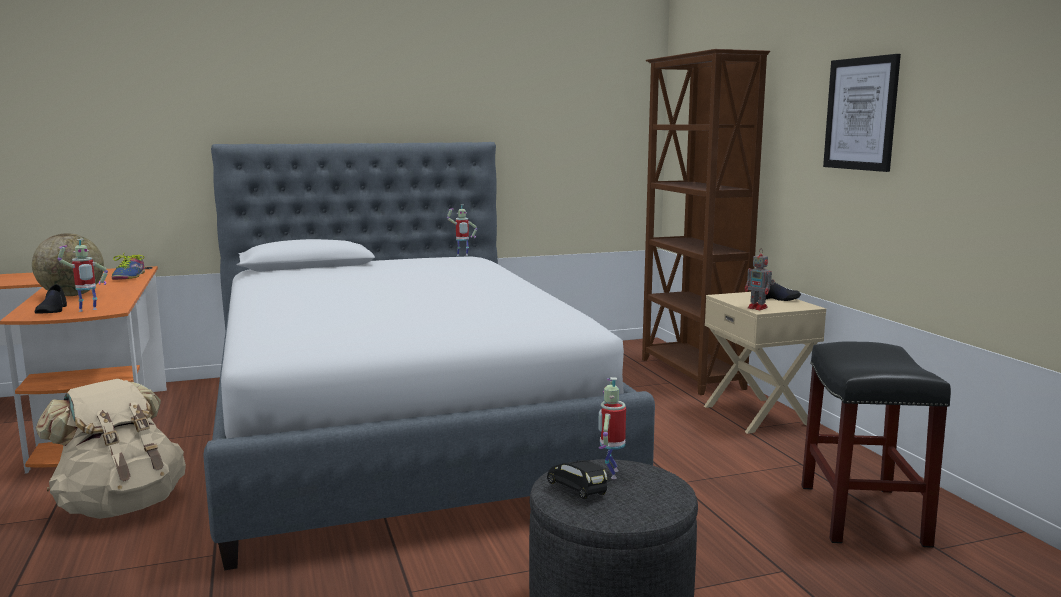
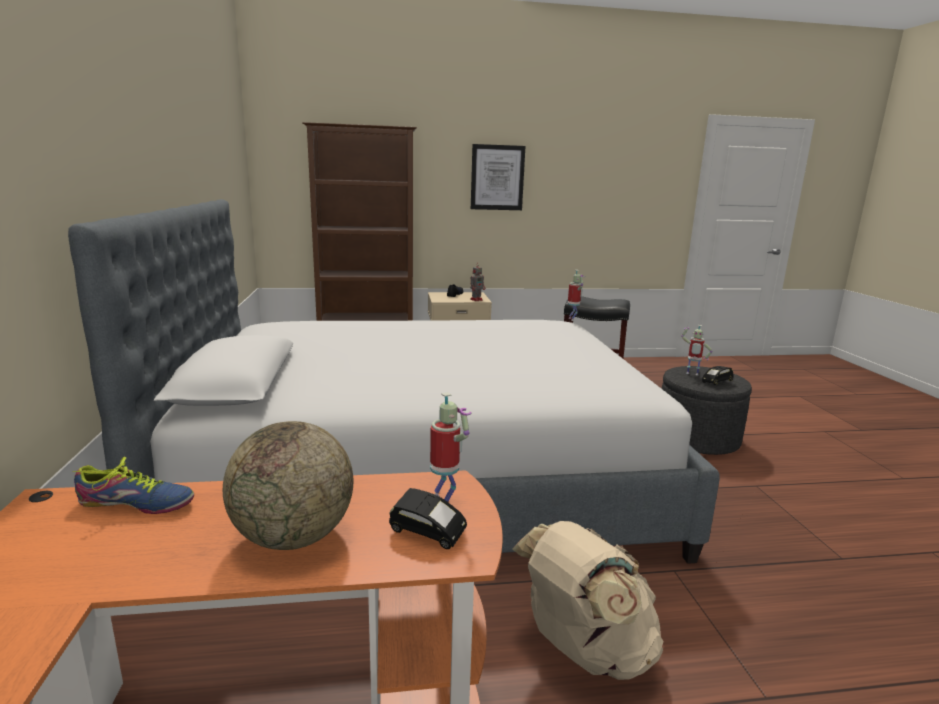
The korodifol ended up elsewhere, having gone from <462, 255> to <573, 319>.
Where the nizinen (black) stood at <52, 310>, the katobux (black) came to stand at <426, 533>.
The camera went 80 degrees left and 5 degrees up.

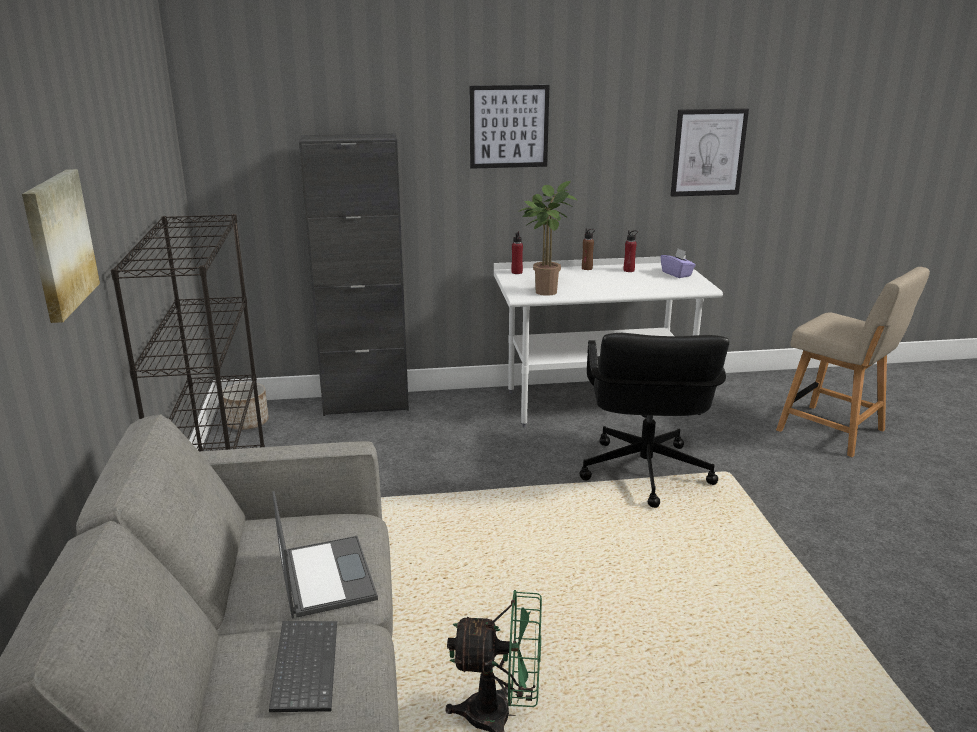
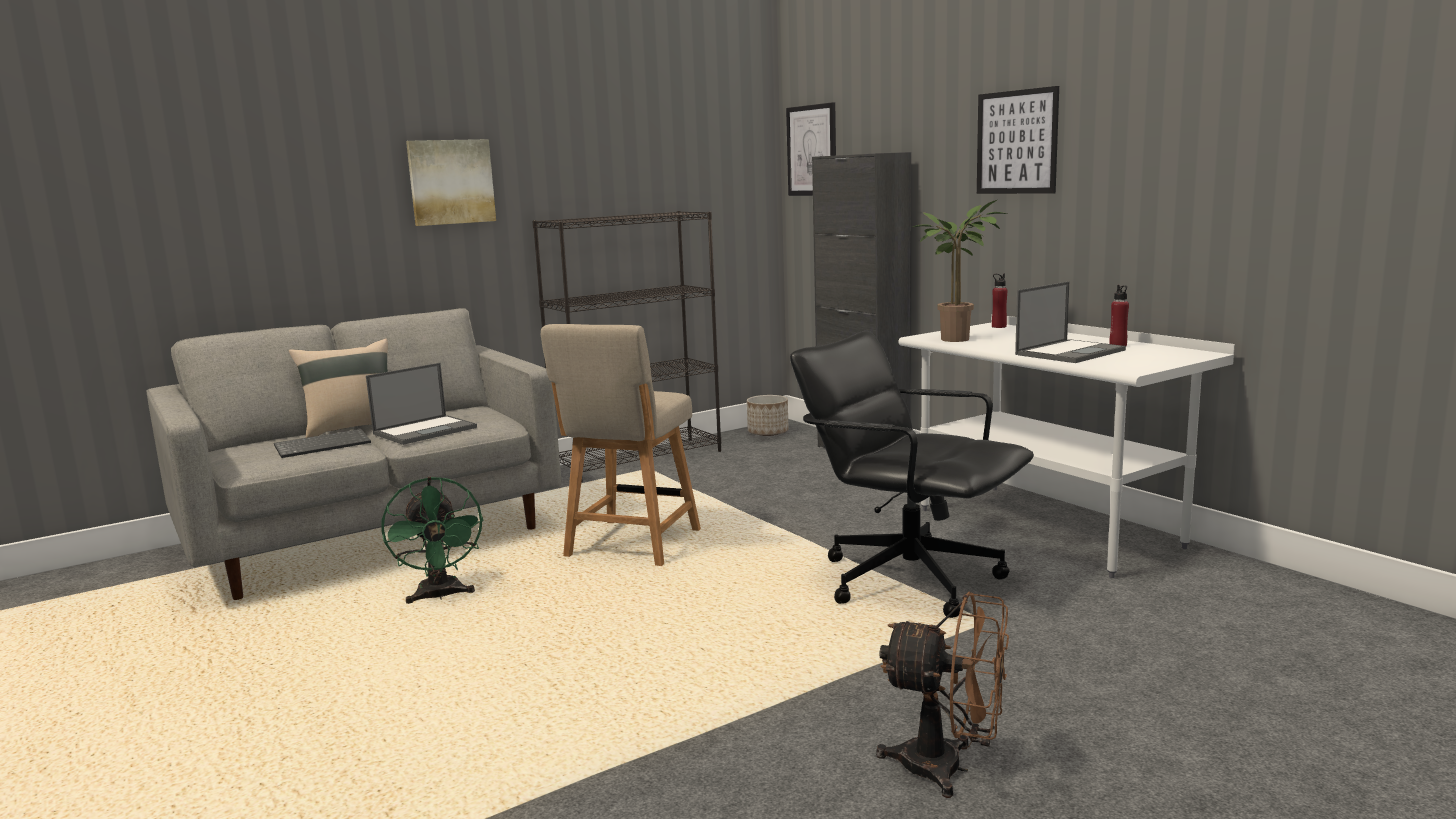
The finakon ended up elsewhere, having gone from <708, 152> to <812, 150>.
The second view lost the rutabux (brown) at <587, 268>.
The second view lost the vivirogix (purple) at <677, 274>.
The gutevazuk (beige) ended up elsewhere, having gone from <836, 432> to <630, 546>.
The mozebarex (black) at <644, 472> ended up facing another way, 60 degrees clockwise from before.
The second view gained the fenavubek at <1070, 352>.
The second view gained the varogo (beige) at <352, 428>.
The second view gained the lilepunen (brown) at <948, 768>.
The camera went 65 degrees right and 10 degrees down.

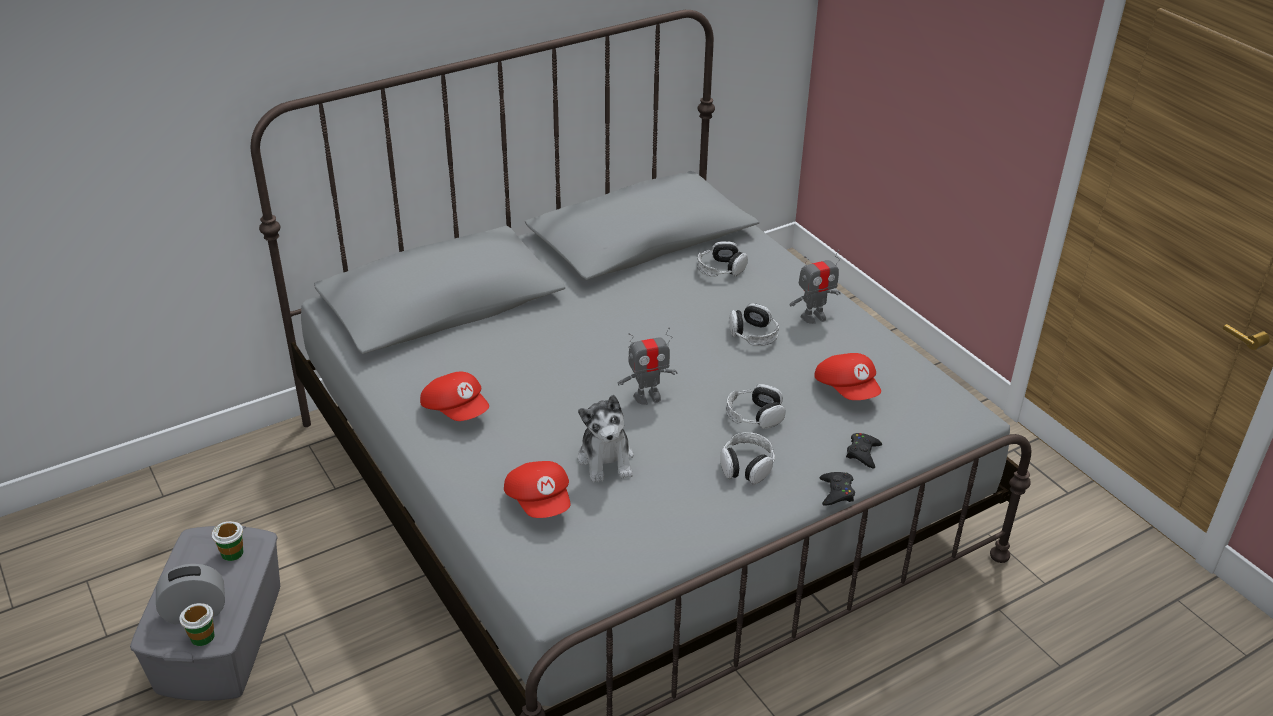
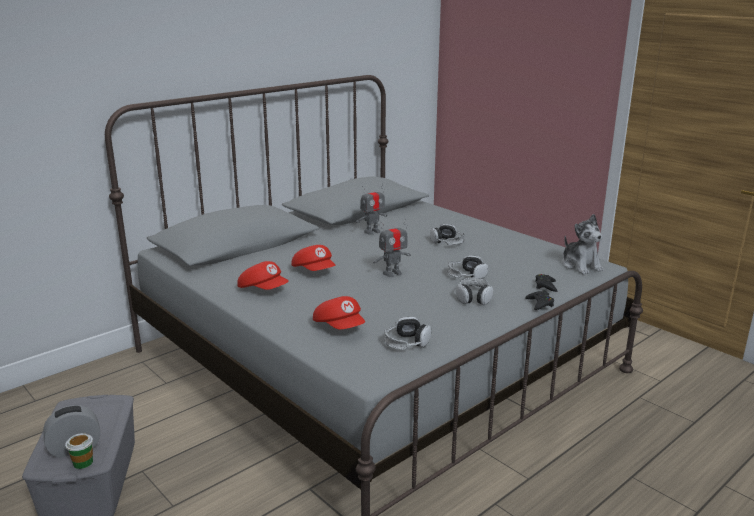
The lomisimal ended up elsewhere, having gone from <720, 269> to <406, 343>.
The korodifol ended up elsewhere, having gone from <813, 317> to <372, 231>.
The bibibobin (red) ended up elsewhere, having gone from <847, 389> to <314, 271>.
The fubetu ended up elsewhere, having gone from <606, 459> to <580, 265>.
The second view lost the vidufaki at <232, 553>.
The camera went 10 degrees left and 15 degrees down.

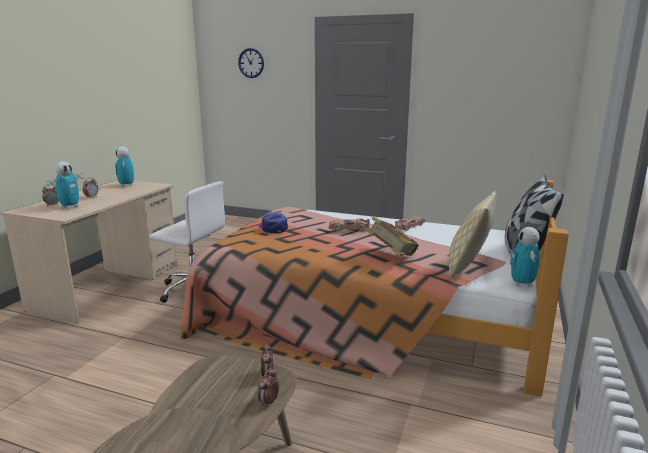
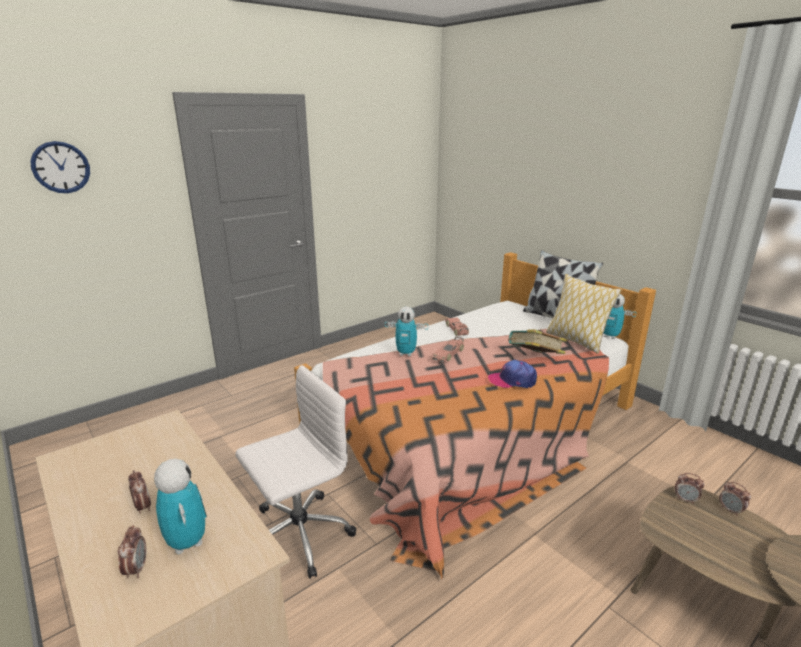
The korodifol ended up elsewhere, having gone from <126, 185> to <406, 353>.
The bibibobin ended up elsewhere, having gone from <273, 228> to <512, 380>.
The camera went 60 degrees left and 5 degrees up.

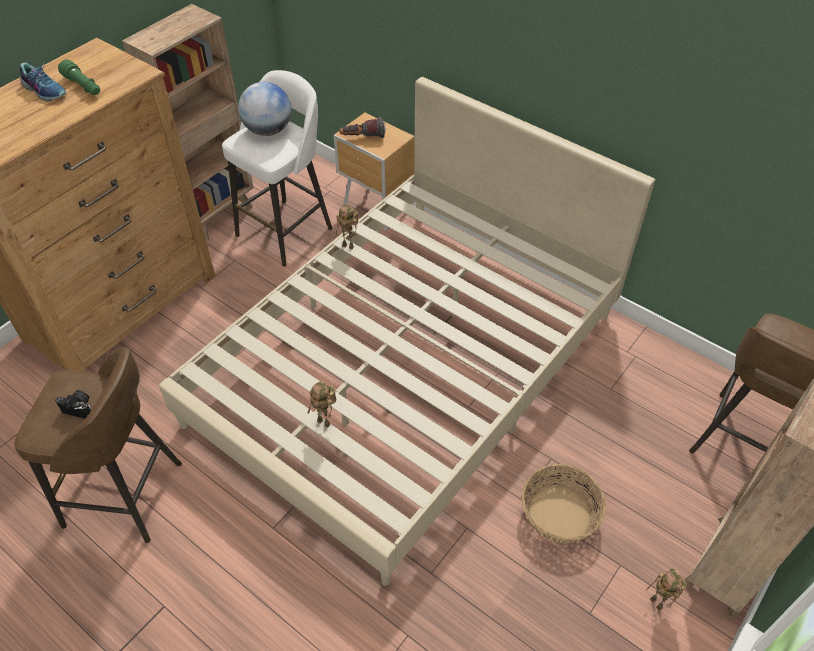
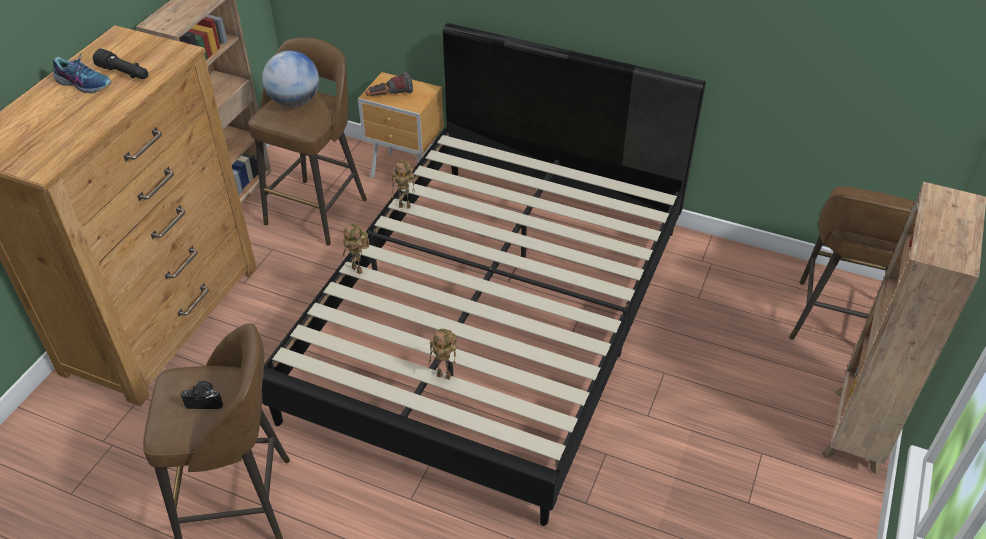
What was the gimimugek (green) at <83, 86> turned into the gimimugek (black) at <124, 73>.
What was the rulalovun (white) at <287, 230> turned into the rulalovun (brown) at <318, 210>.
What was the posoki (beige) at <408, 368> turned into the posoki (black) at <494, 318>.
The second view lost the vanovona at <558, 514>.
The korodifol ended up elsewhere, having gone from <658, 603> to <359, 269>.
The camera went 15 degrees left and 5 degrees down.

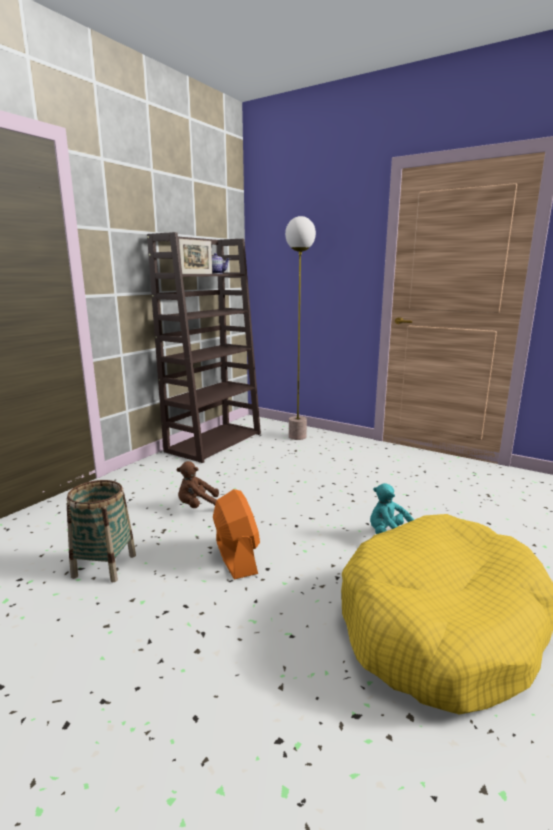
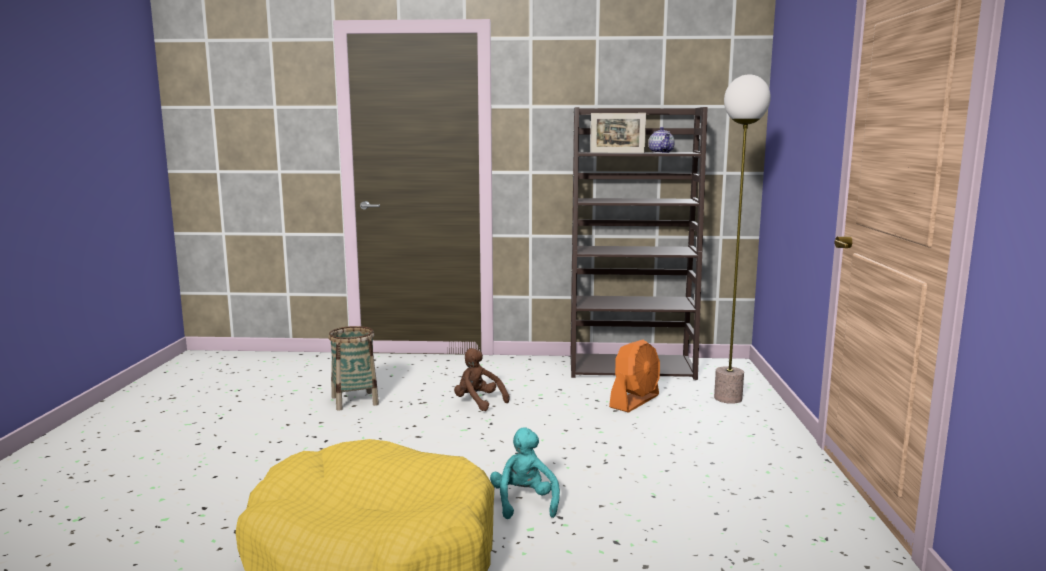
The lilepunen (orange) ended up elsewhere, having gone from <236, 557> to <635, 401>.
The camera went 60 degrees right and 5 degrees down.

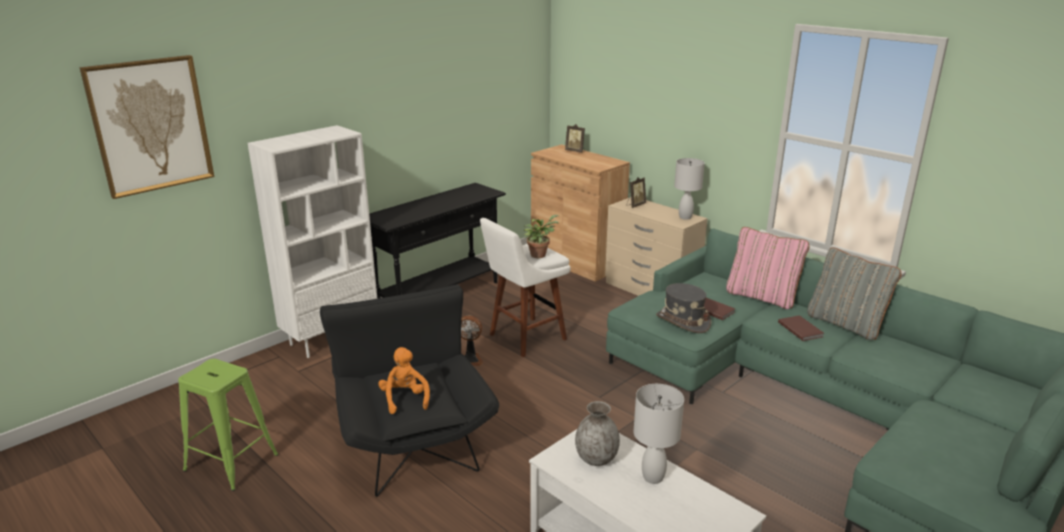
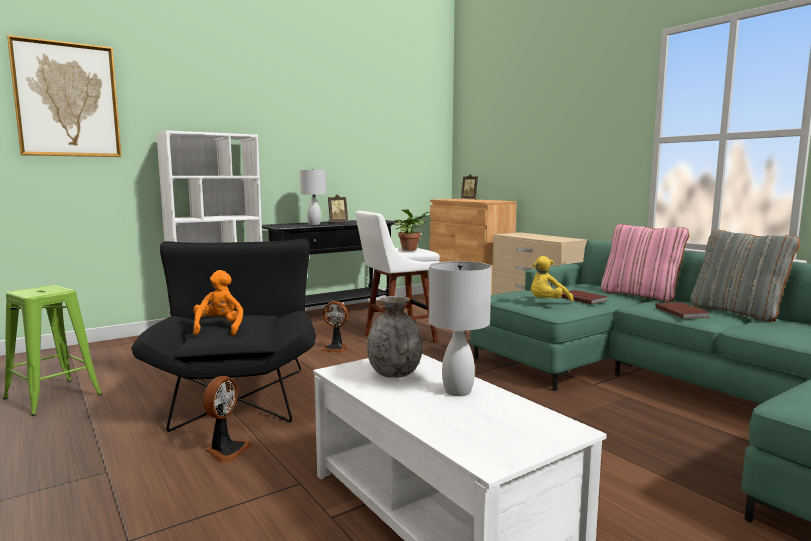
The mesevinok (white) ended up elsewhere, having gone from <684, 217> to <314, 224>.
The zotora ended up elsewhere, having gone from <635, 205> to <337, 222>.
Where the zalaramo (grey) stood at <682, 321>, the fubetu (yellow) came to stand at <547, 303>.
The second view gained the lilepunen at <226, 450>.
The camera went 10 degrees right and 15 degrees down.

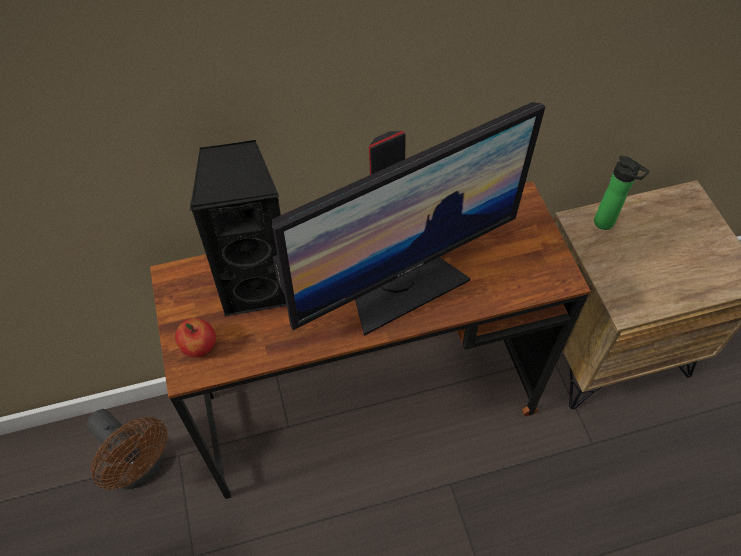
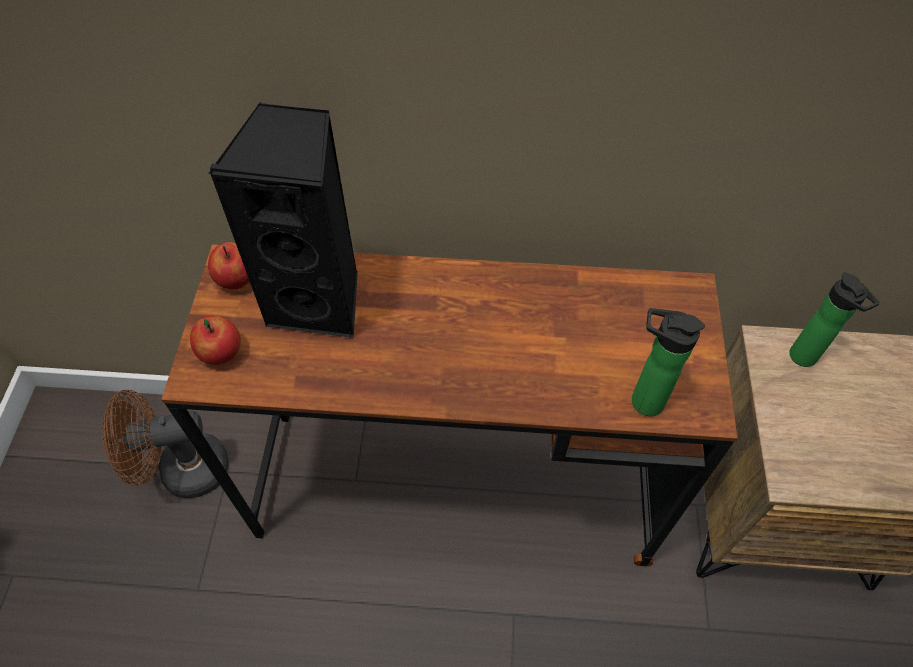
The second view lost the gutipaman at <401, 284>.
The lilepunen (brown) at <140, 467> ended up facing another way, 105 degrees clockwise from before.
The second view gained the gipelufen at <237, 280>.
The second view gained the rutabux at <642, 401>.
The camera went 20 degrees right and 0 degrees up.

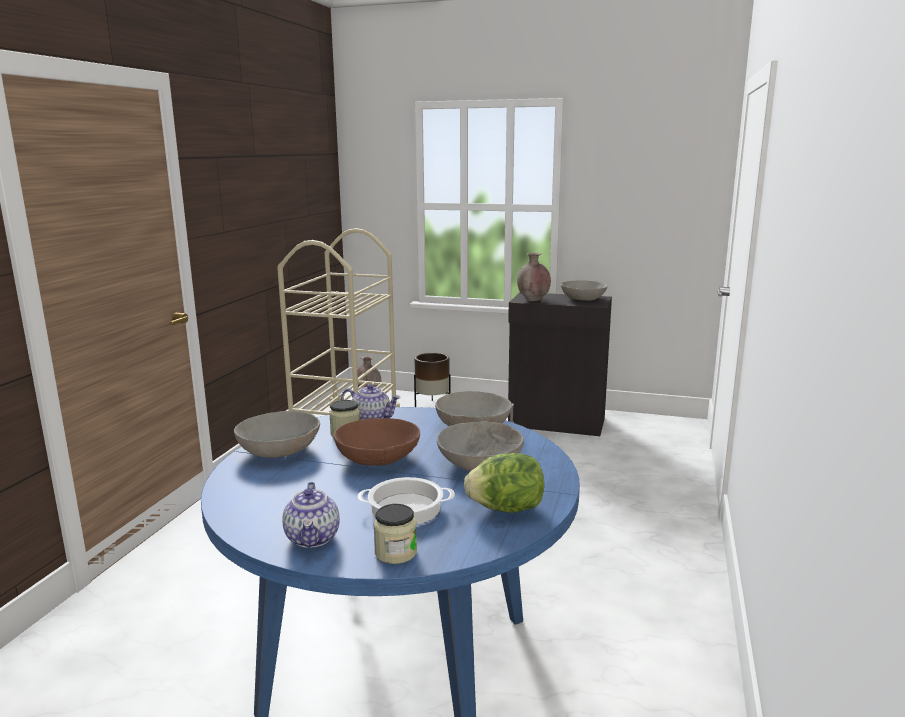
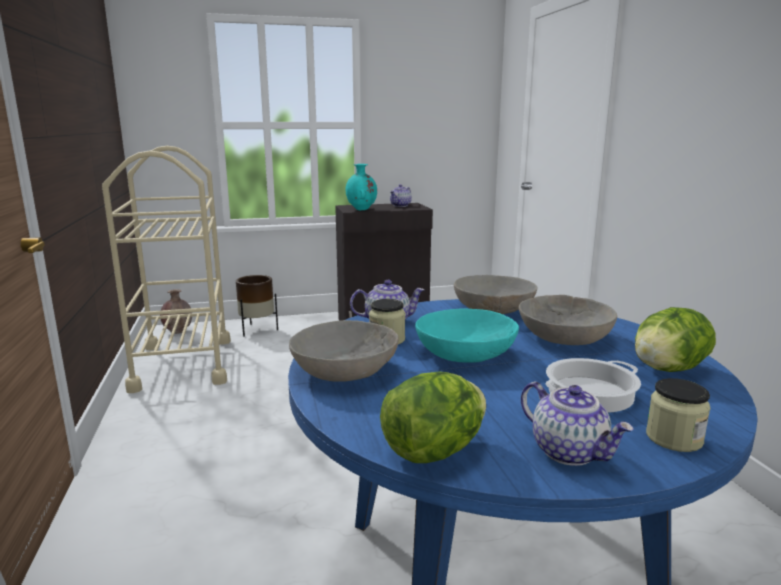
What was the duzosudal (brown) at <533, 300> turned into the duzosudal (turquoise) at <361, 209>.
Where the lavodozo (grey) stood at <583, 299>, the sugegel came to stand at <400, 205>.
What was the lavodozo (brown) at <378, 458> turned into the lavodozo (turquoise) at <466, 354>.
The second view gained the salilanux at <434, 451>.
The camera went 30 degrees left and 0 degrees up.

